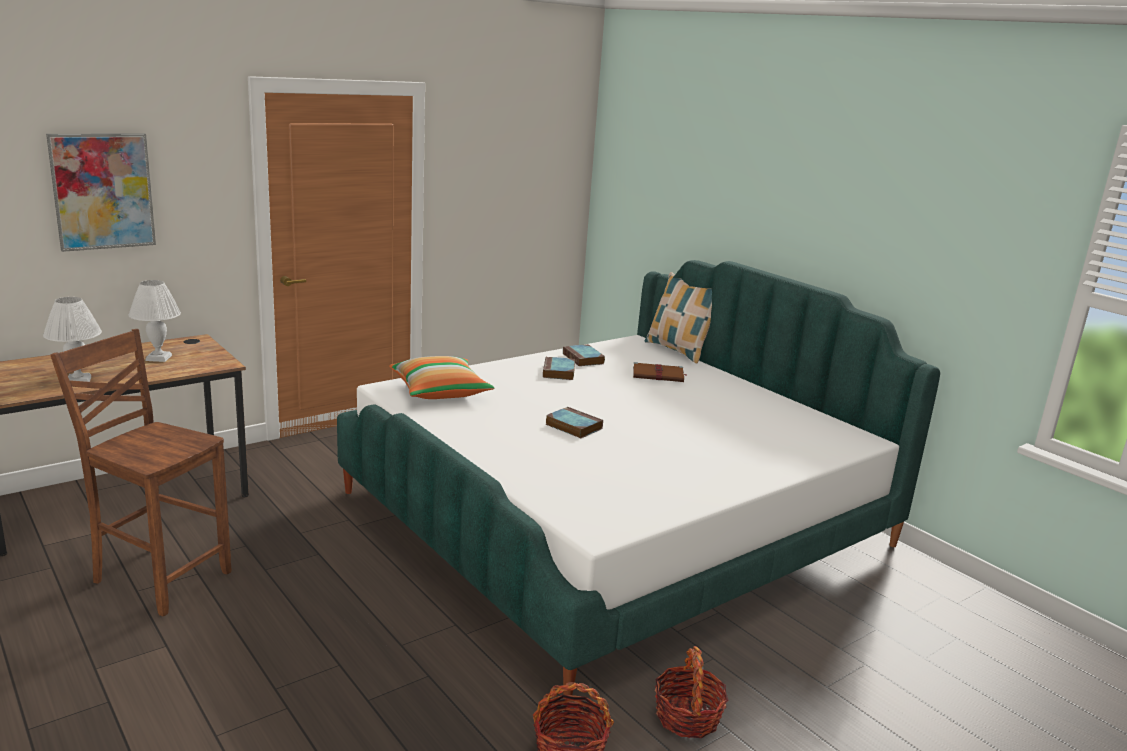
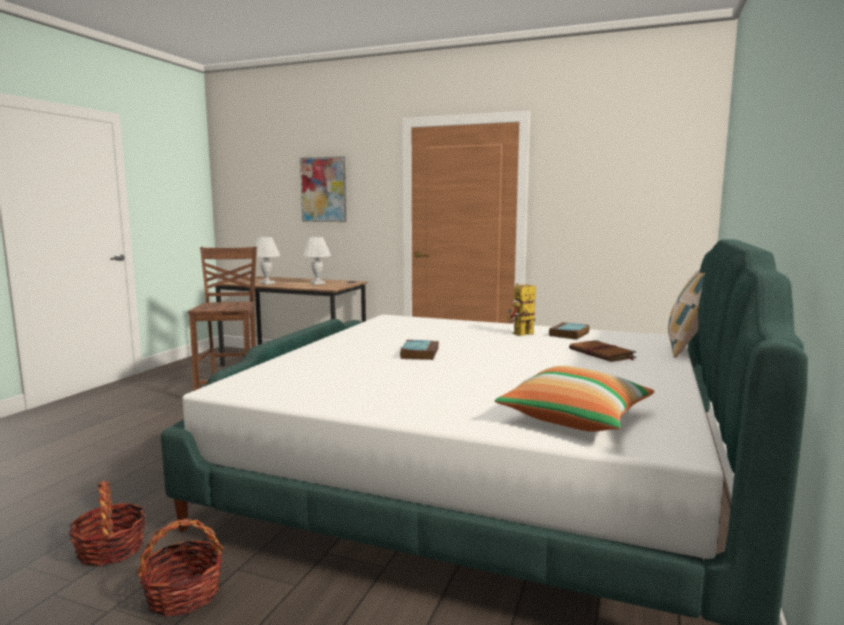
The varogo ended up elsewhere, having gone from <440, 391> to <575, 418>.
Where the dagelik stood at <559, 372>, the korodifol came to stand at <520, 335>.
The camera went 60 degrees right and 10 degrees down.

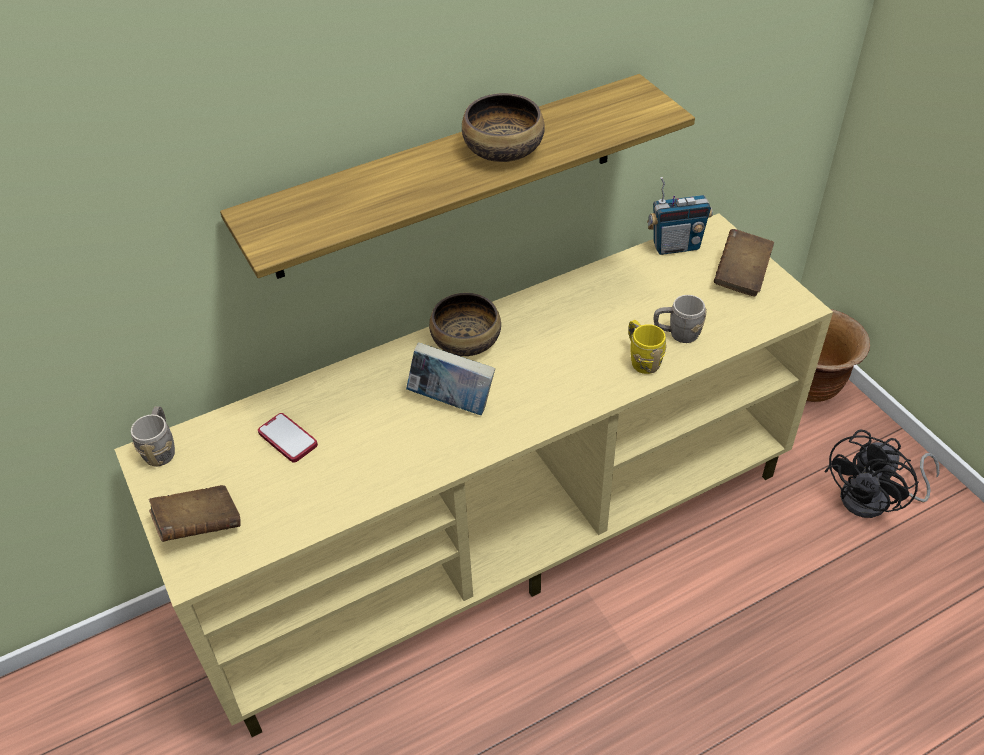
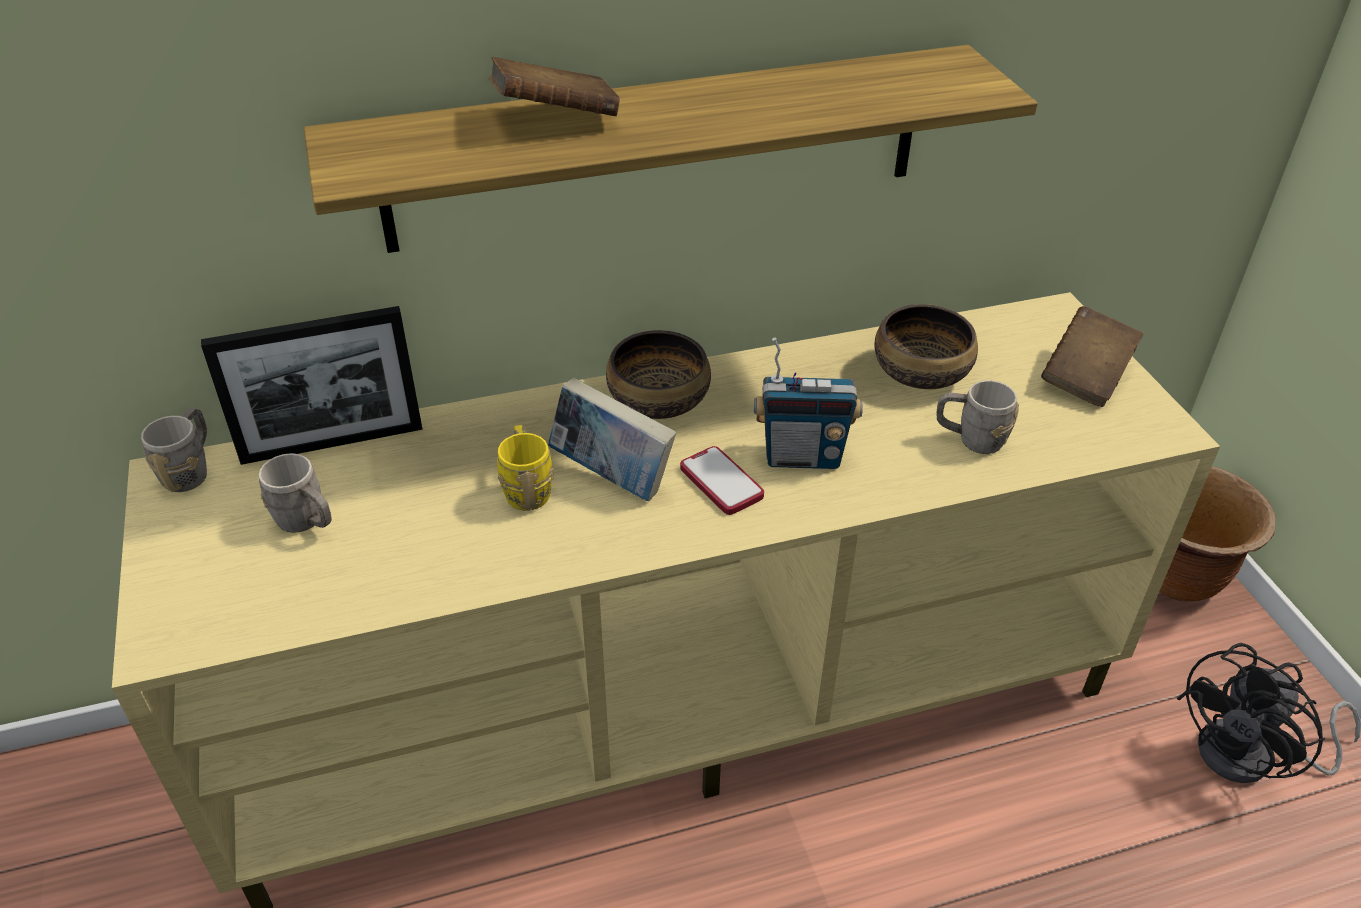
The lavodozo ended up elsewhere, having gone from <504, 149> to <922, 371>.
The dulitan ended up elsewhere, having gone from <675, 246> to <802, 457>.
The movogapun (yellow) ended up elsewhere, having gone from <642, 359> to <526, 488>.
The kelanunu ended up elsewhere, having gone from <288, 439> to <721, 482>.
The dagelik (brown) ended up elsewhere, having gone from <199, 525> to <555, 118>.
The second view gained the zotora at <332, 443>.
The second view gained the movogapun (grey) at <307, 522>.
The camera went 10 degrees right and 5 degrees down.

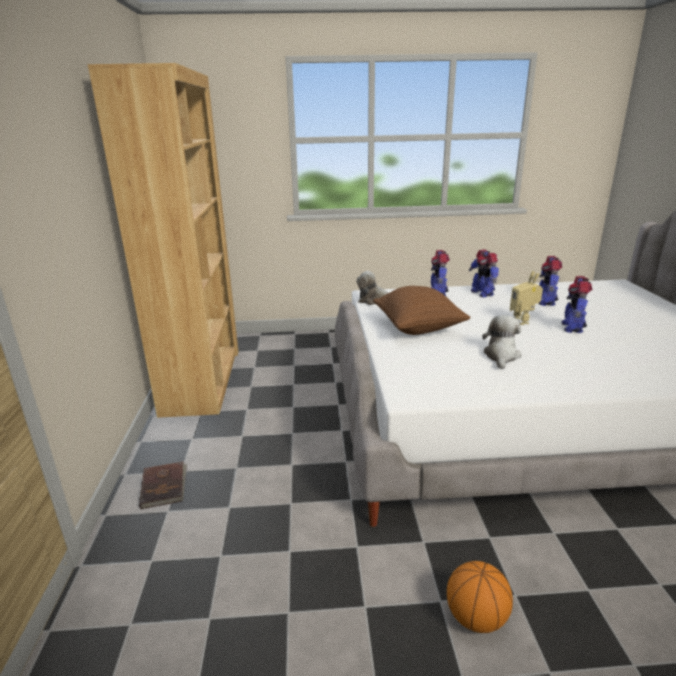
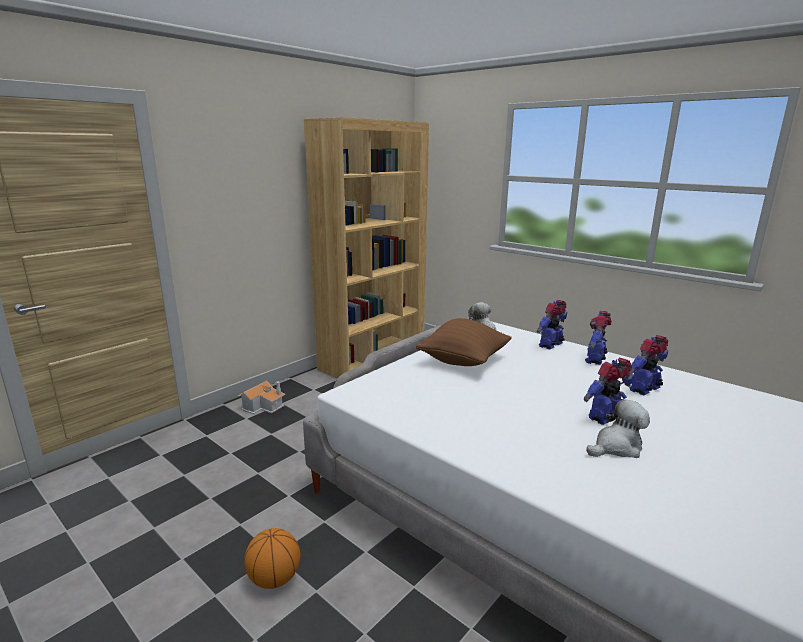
The second view lost the korodifol at <523, 321>.
The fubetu ended up elsewhere, having gone from <501, 356> to <616, 447>.
Where the dagelik (brown) stood at <164, 486>, the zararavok came to stand at <264, 406>.
The camera went 45 degrees right and 5 degrees down.

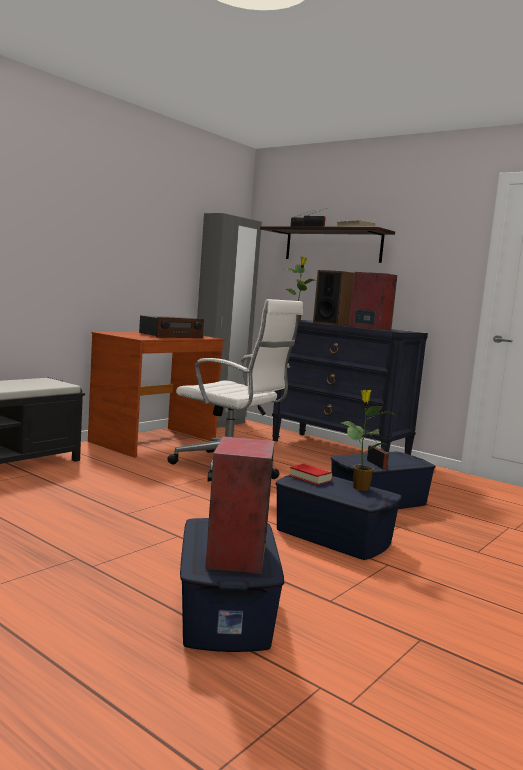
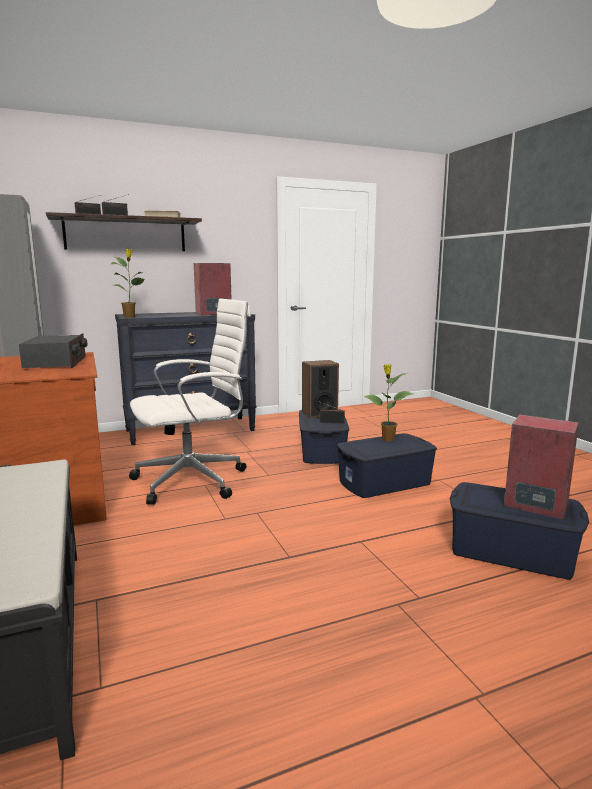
The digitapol ended up elsewhere, having gone from <331, 324> to <319, 413>.
The second view lost the dagelik at <310, 478>.
The camera went 60 degrees left and 5 degrees up.

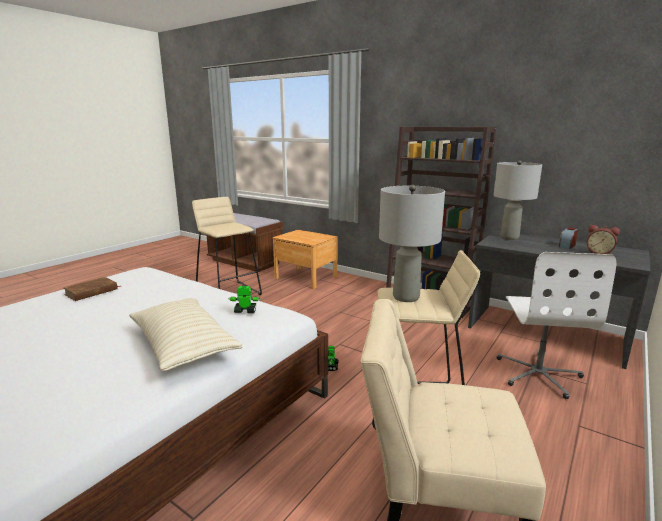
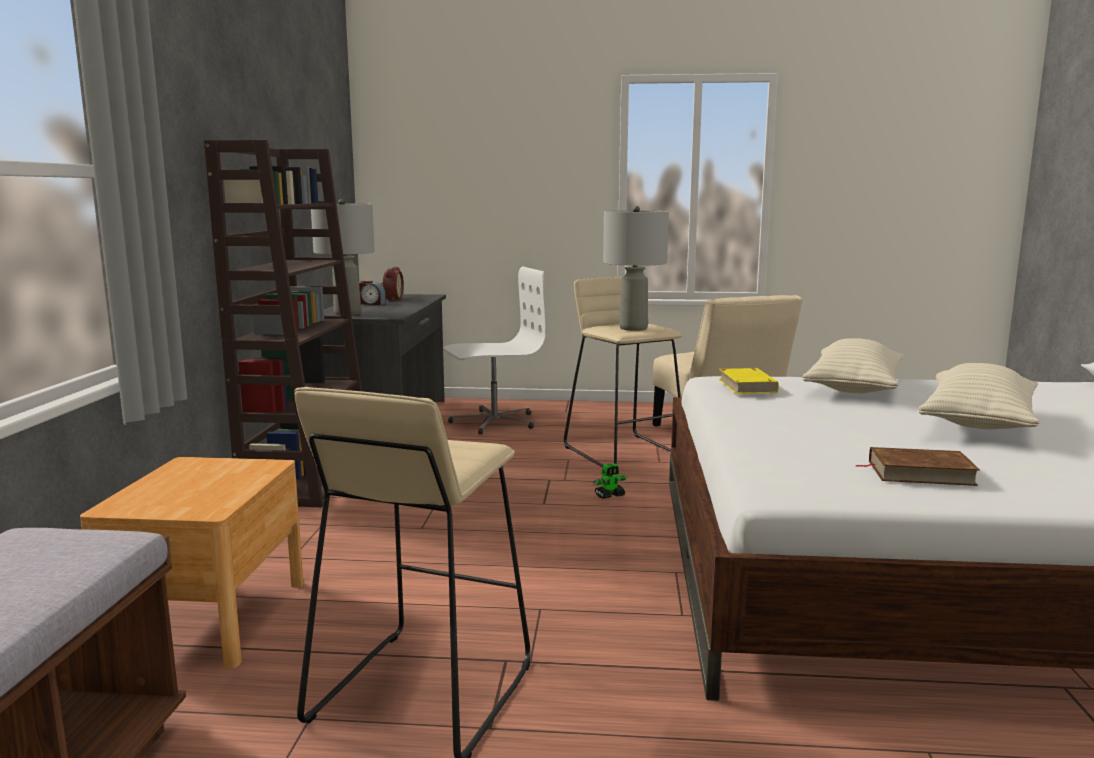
Where the korodifol stood at <245, 311>, the dagelik (yellow) came to stand at <747, 386>.
The second view gained the varogo (beige) at <978, 422>.
The camera went 120 degrees left and 5 degrees down.

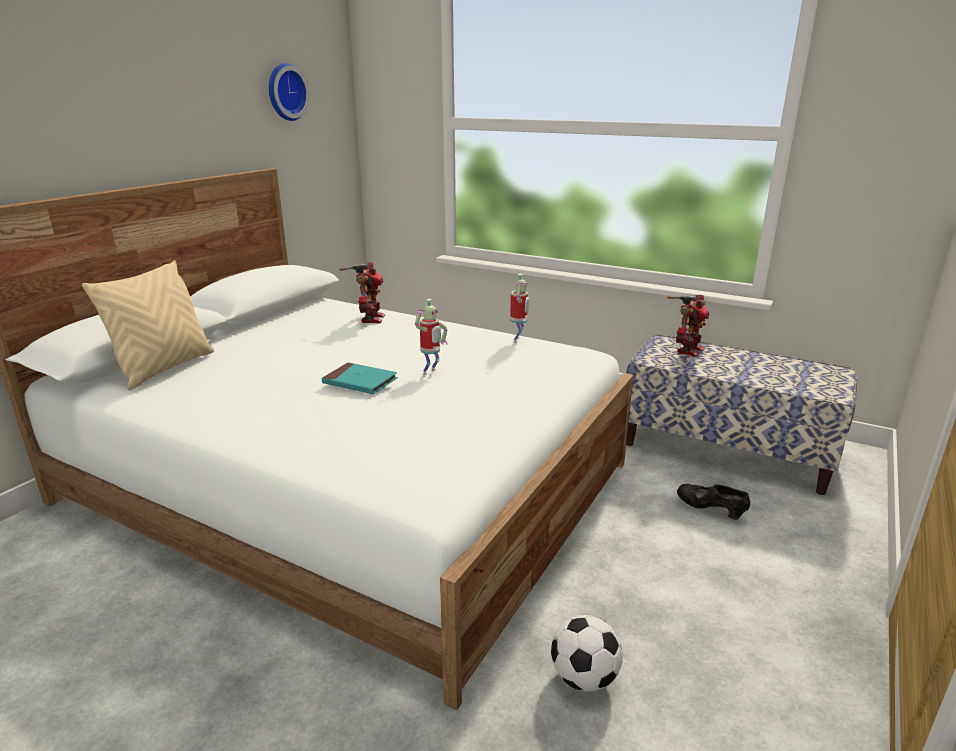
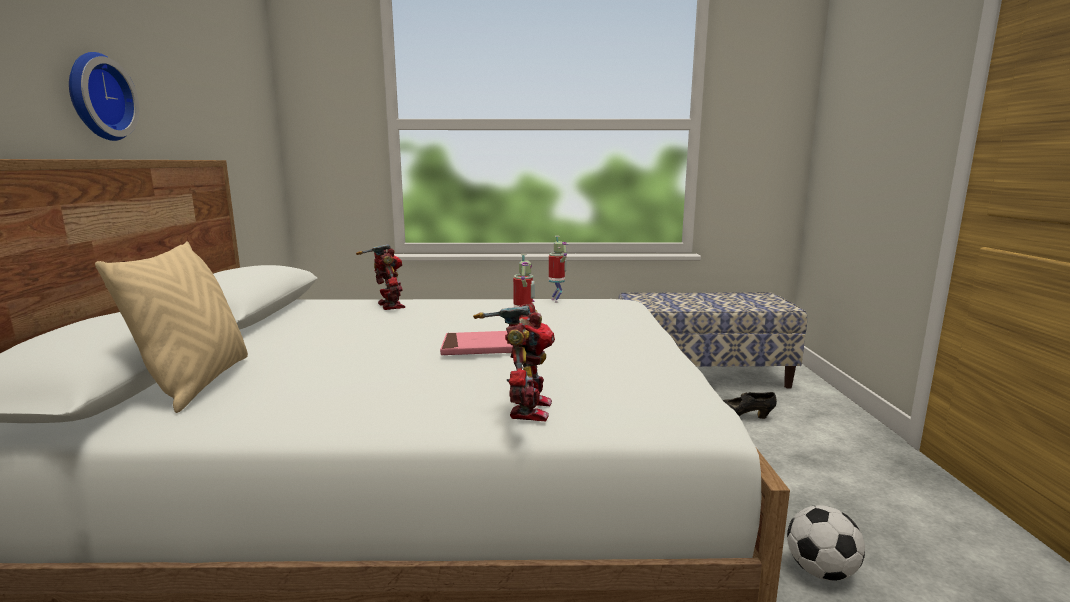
The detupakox ended up elsewhere, having gone from <285, 92> to <97, 97>.
The korodifol ended up elsewhere, having gone from <688, 350> to <526, 409>.
What was the dagelik (turquoise) at <360, 382> turned into the dagelik (pink) at <479, 347>.
The camera went 30 degrees left and 10 degrees down.

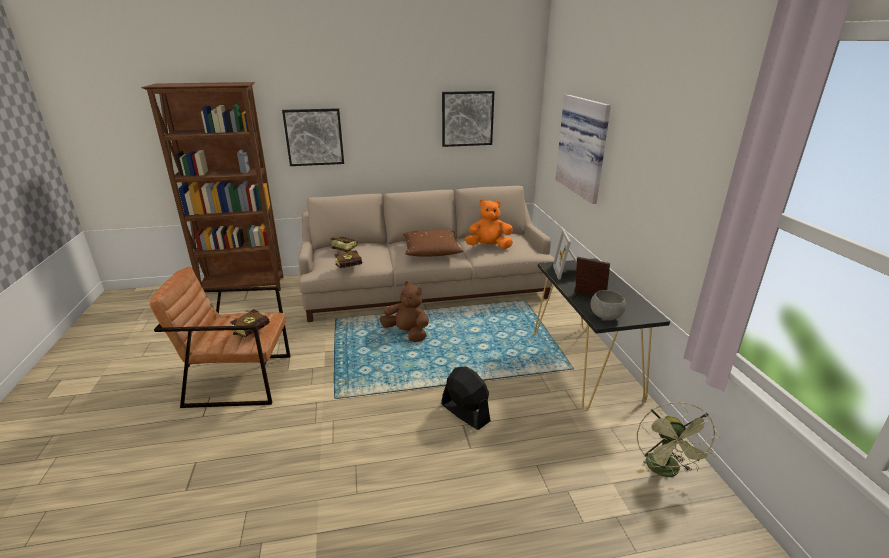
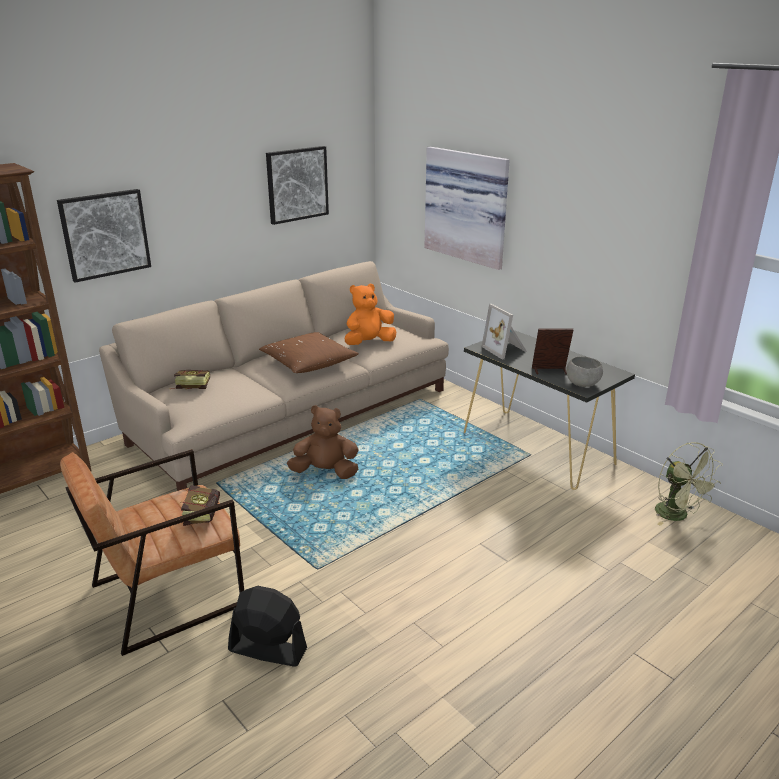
The second view lost the dagelik at <351, 267>.
The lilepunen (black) ended up elsewhere, having gone from <465, 412> to <267, 649>.
The camera went 30 degrees left and 0 degrees up.

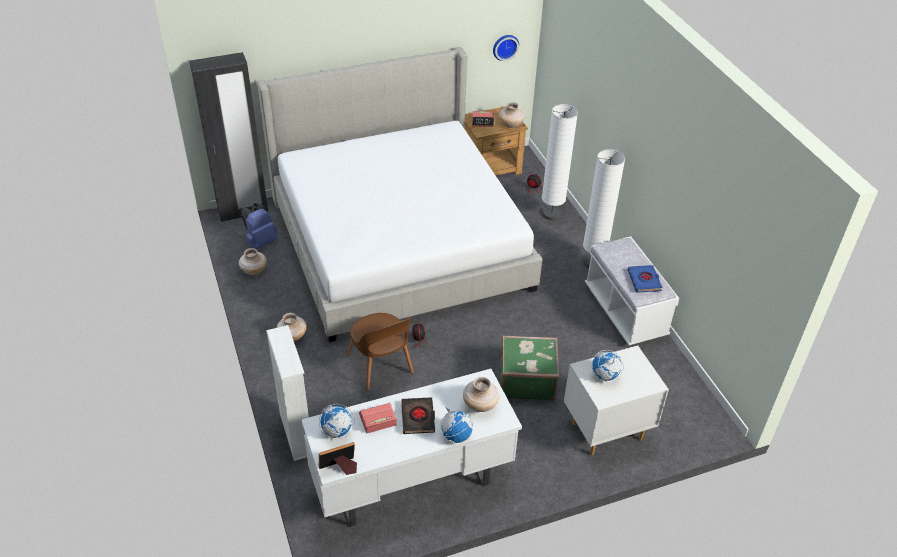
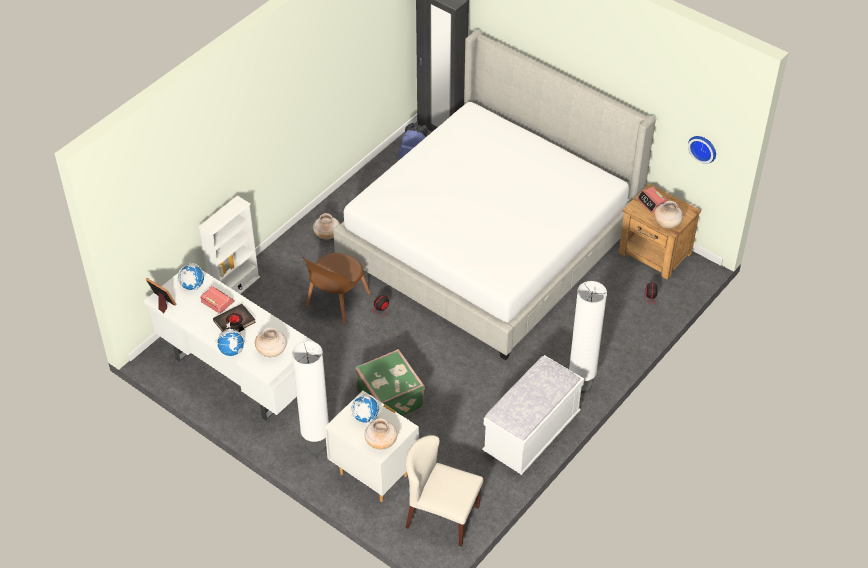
The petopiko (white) ended up elsewhere, having gone from <551, 214> to <316, 444>.
The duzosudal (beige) ended up elsewhere, having gone from <254, 271> to <381, 442>.
The second view lost the dagelik (blue) at <644, 281>.
The second view gained the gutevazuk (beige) at <442, 517>.
The camera went 60 degrees right and 5 degrees up.

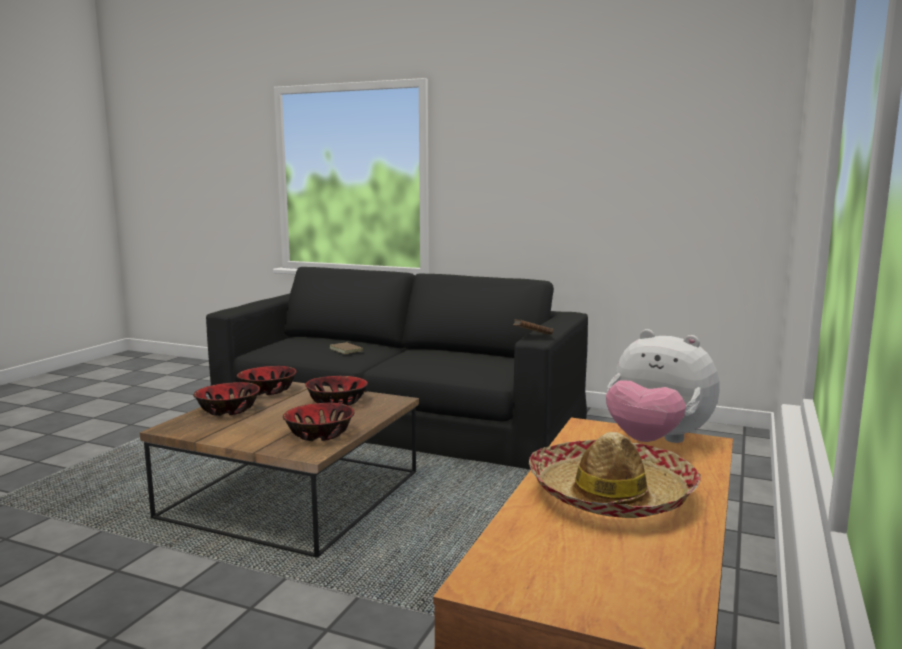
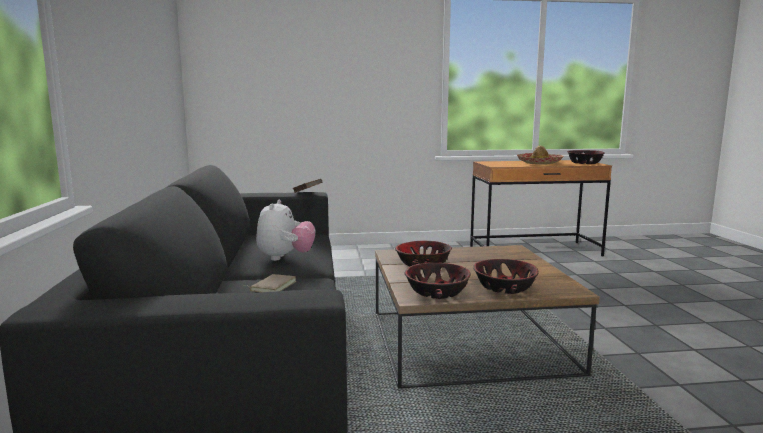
The fubetu ended up elsewhere, having gone from <656, 442> to <285, 257>.
The lavodozo ended up elsewhere, having gone from <319, 434> to <585, 163>.
The camera went 120 degrees left and 0 degrees up.

